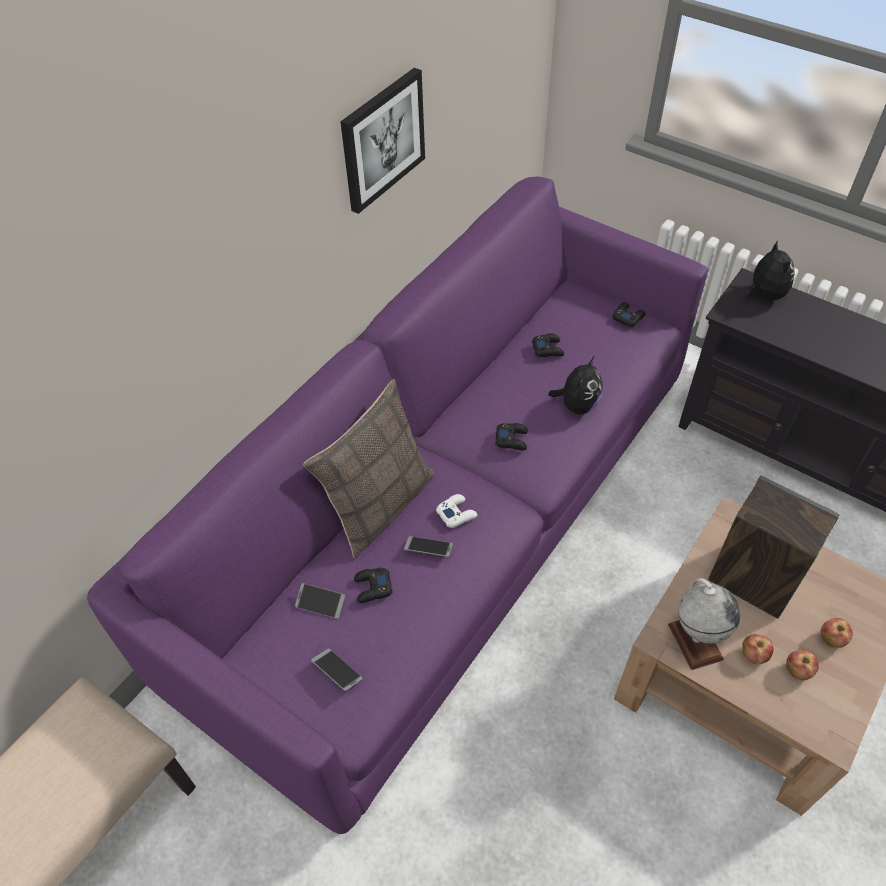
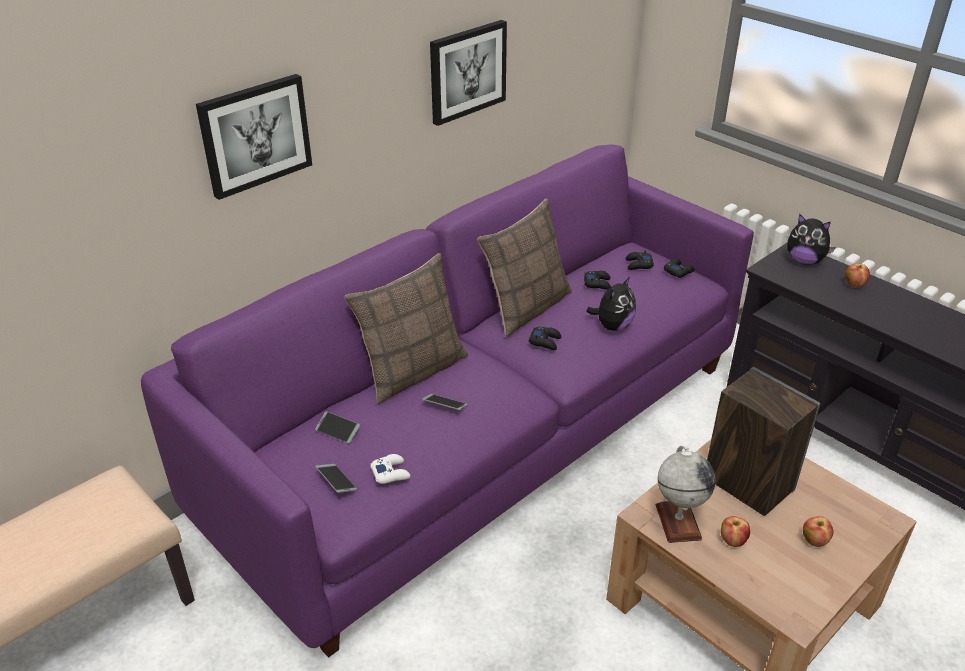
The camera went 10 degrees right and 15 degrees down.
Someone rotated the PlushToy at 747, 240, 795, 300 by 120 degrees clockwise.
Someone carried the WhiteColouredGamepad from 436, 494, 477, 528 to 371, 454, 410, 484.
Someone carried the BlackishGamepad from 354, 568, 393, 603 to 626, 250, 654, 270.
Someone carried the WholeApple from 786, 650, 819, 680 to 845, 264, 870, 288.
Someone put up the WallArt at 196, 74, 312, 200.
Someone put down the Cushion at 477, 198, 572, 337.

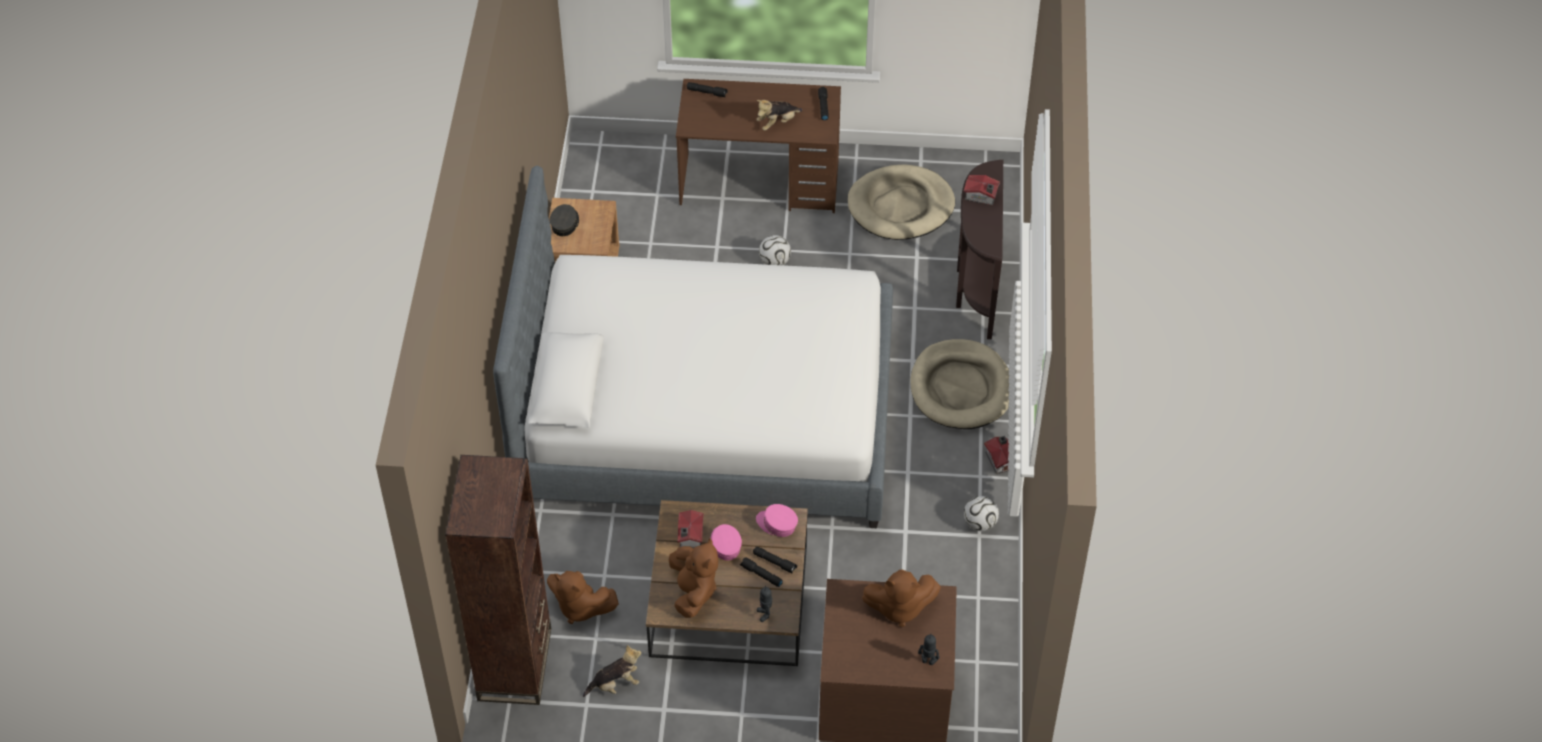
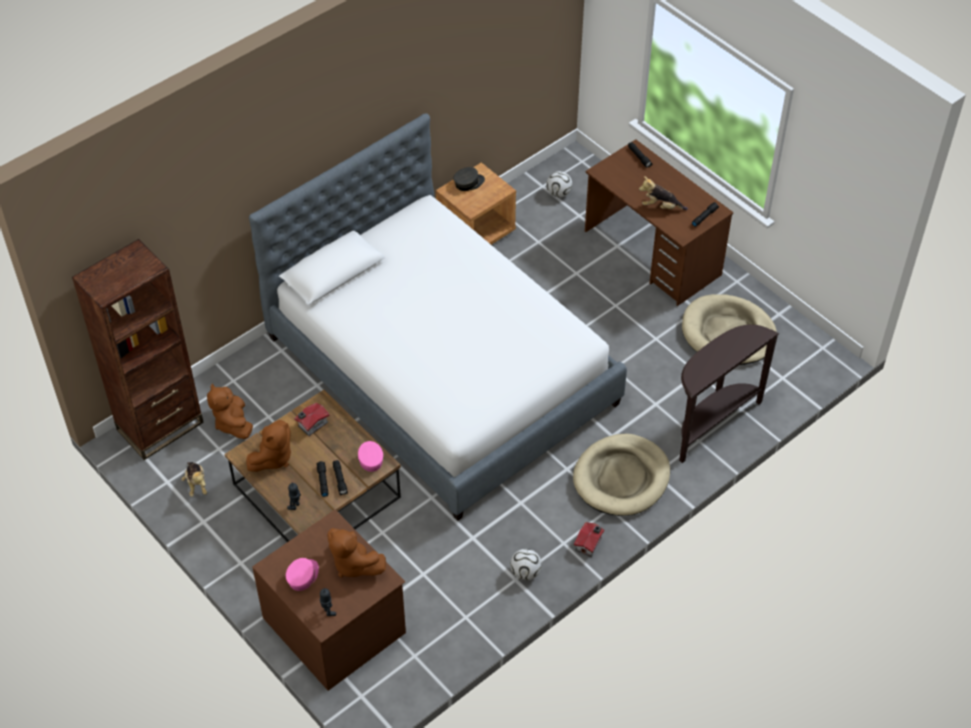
The camera went 45 degrees right and 0 degrees up.
Someone took away the ToyHouse at 964, 175, 1000, 206.
Someone carried the BallForFootball from 759, 235, 791, 265 to 546, 171, 572, 197.
Someone carried the PinkPeakedCap from 711, 524, 742, 561 to 286, 558, 319, 591.
Someone rotated the PlushToy at 583, 645, 642, 697 by 45 degrees clockwise.

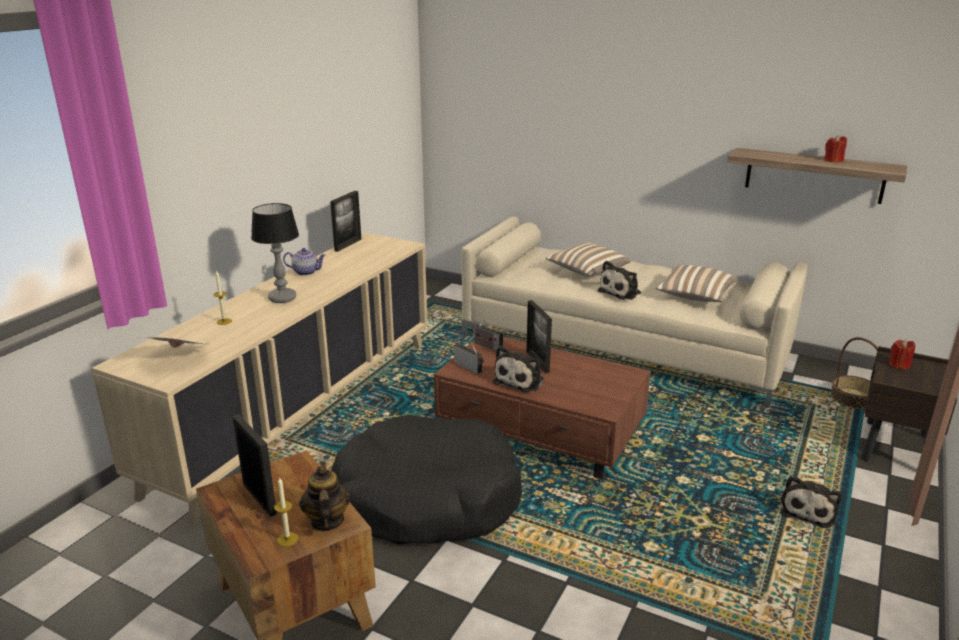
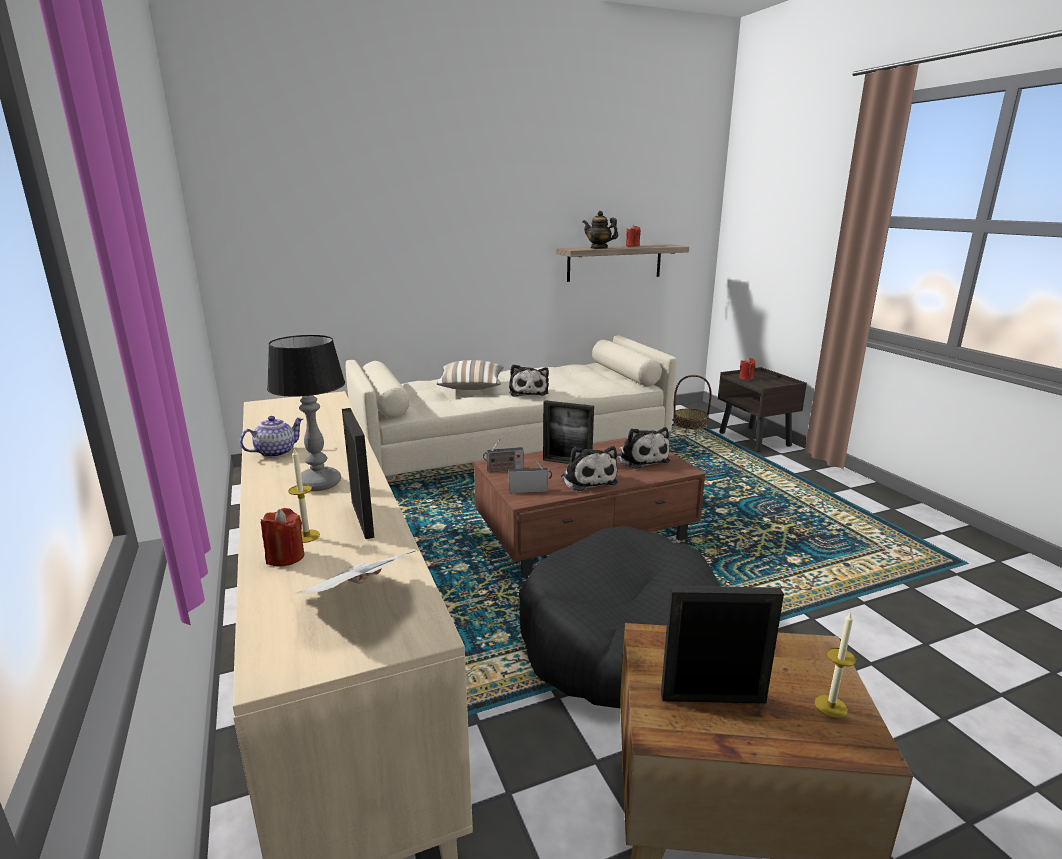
The camera went 50 degrees left and 5 degrees down.
Someone carried the PictureFrame from 330, 191, 361, 252 to 342, 408, 374, 539.
Someone took away the Cushion at 656, 265, 738, 302.
Someone carried the PotForTea from 299, 461, 351, 531 to 583, 211, 618, 249.
Someone carried the PlushToy from 780, 475, 842, 528 to 617, 427, 670, 469.
Someone put down the RedCandle at 261, 508, 304, 566.

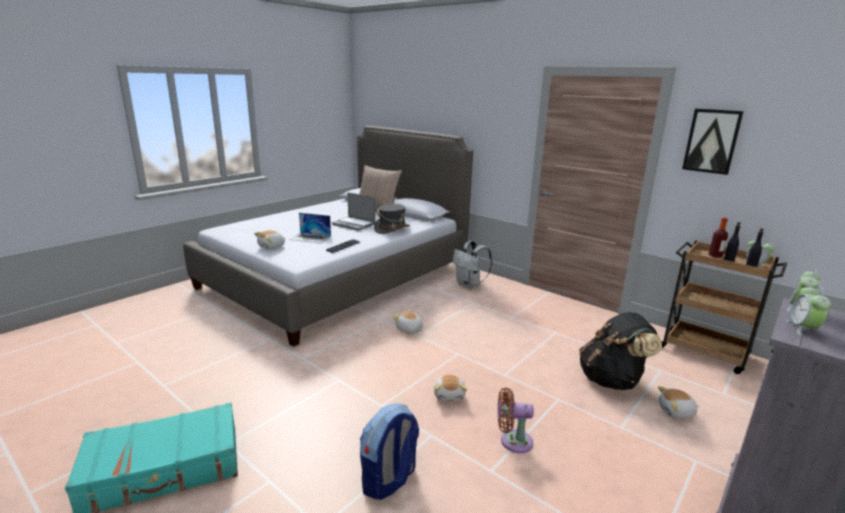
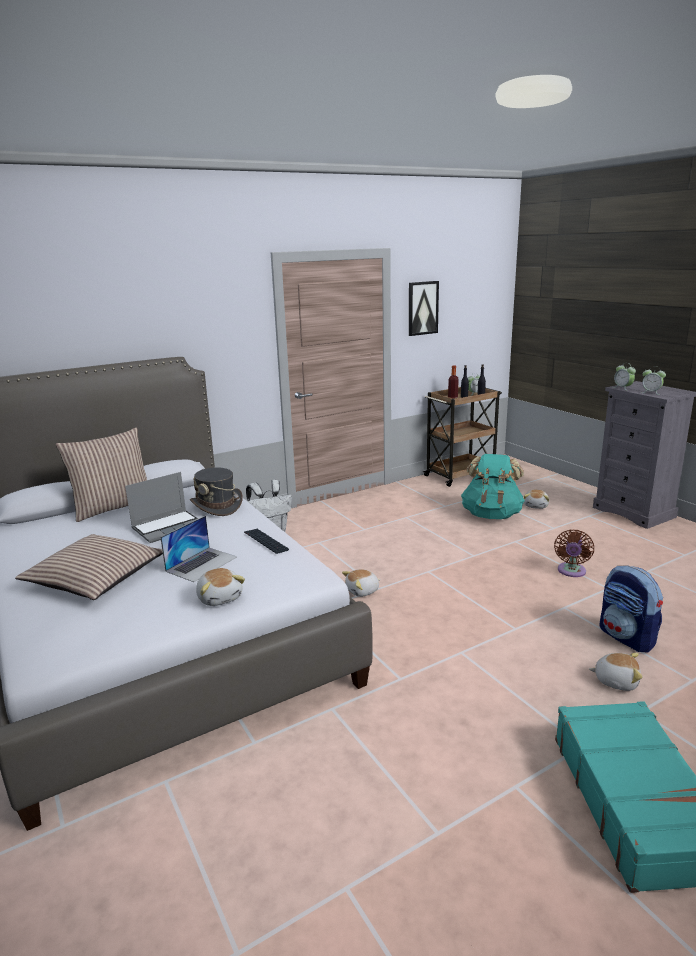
The camera went 70 degrees left and 0 degrees up.
Someone repainted the BlackishKnapsack at 579, 312, 662, 390, which became the TurquoiseColouredKnapsack at 461, 454, 525, 519.
Someone carried the PlushToy from 434, 374, 467, 402 to 589, 653, 643, 691.
Someone put down the Cushion at 15, 534, 163, 600.

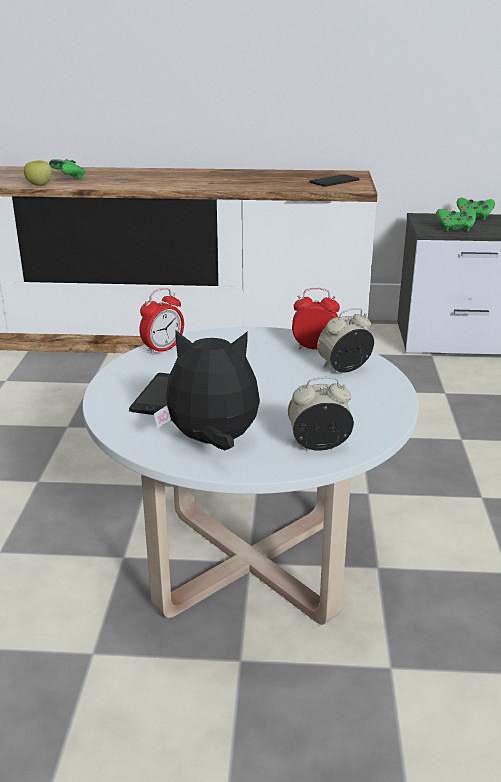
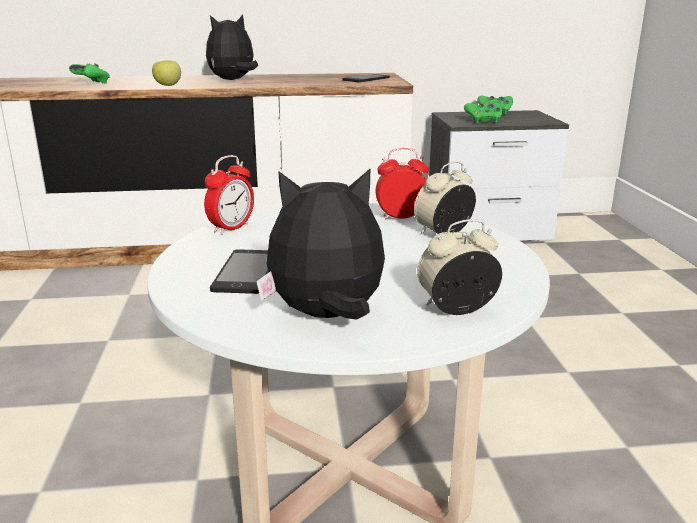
The camera went 10 degrees left and 5 degrees down.
Someone carried the WholeApple from 24, 160, 52, 186 to 152, 60, 181, 86.
Someone put down the PlushToy at 206, 15, 258, 80.

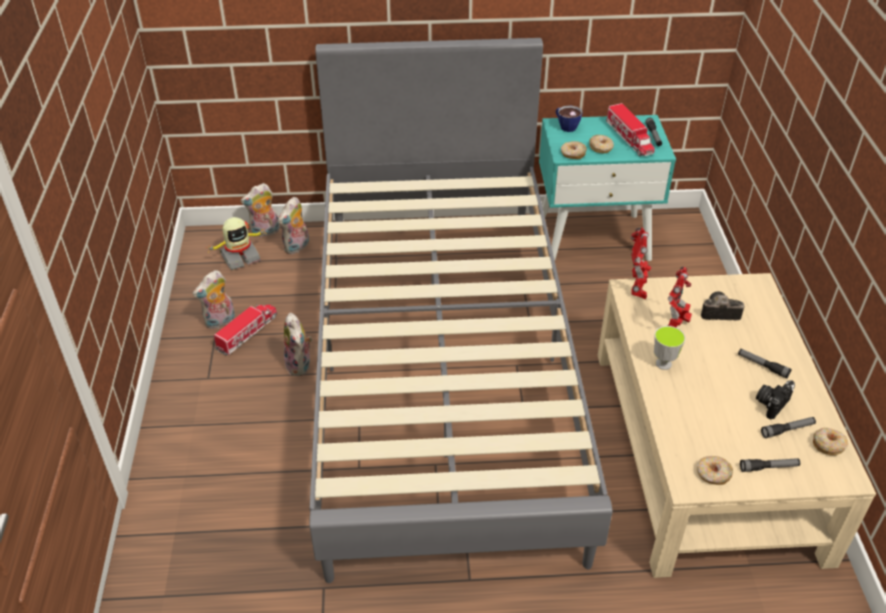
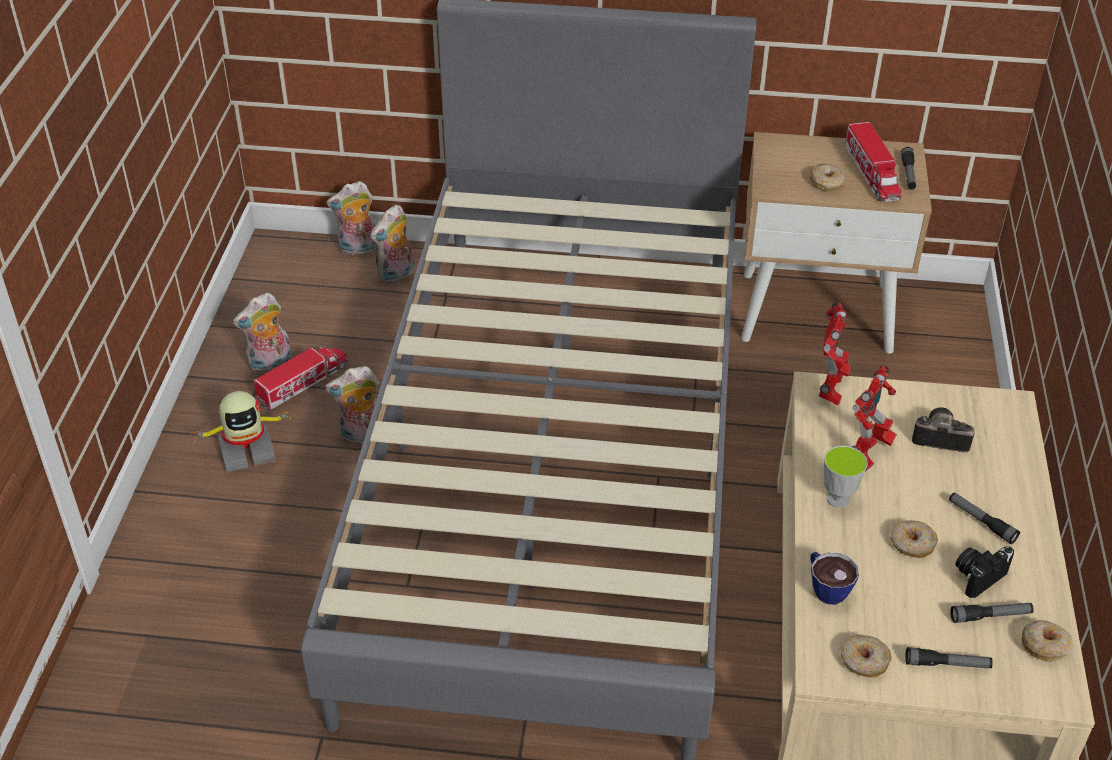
The camera went 10 degrees right and 0 degrees up.
Someone carried the SmallCup from 556, 105, 583, 132 to 810, 552, 859, 604.
Someone repainted the TurquoiseColouredNightTable at 539, 115, 676, 261, which became the SandColouredNightTable at 741, 132, 932, 354.
Someone carried the RingDoughnut from 561, 141, 587, 159 to 891, 520, 938, 558.
Someone carried the RobotFigure from 206, 217, 266, 270 to 195, 391, 291, 472.
Someone rotated the PlushToy at 284, 313, 312, 376 by 90 degrees clockwise.

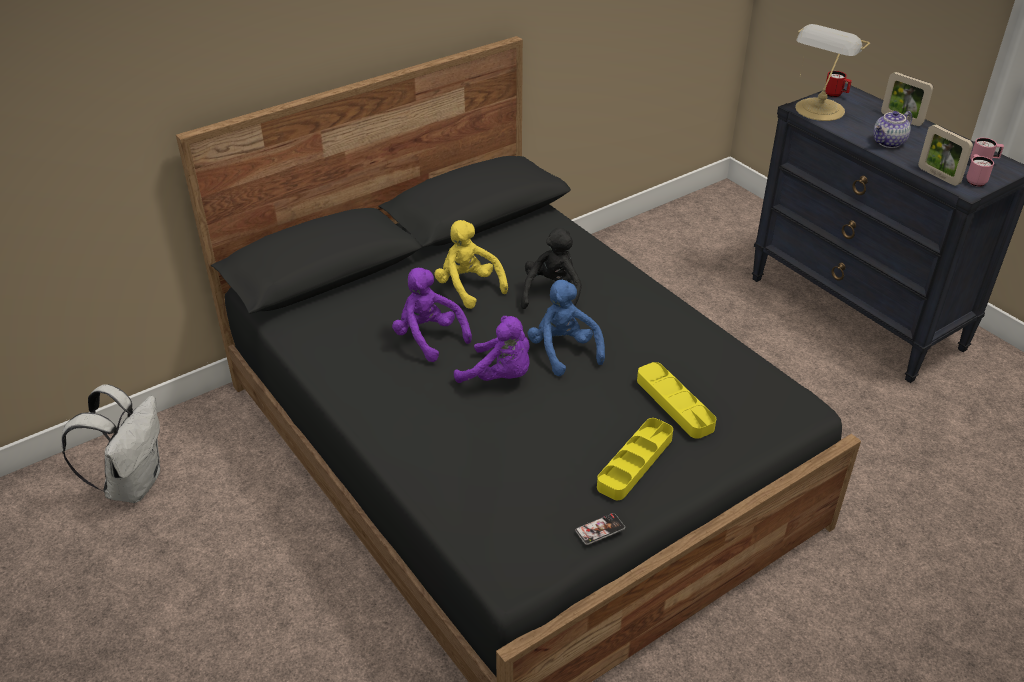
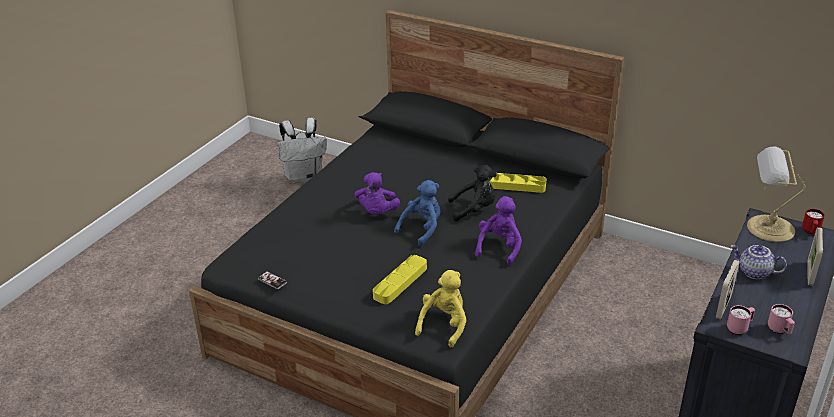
The camera went 65 degrees right and 5 degrees down.
Someone carried the YellowishPlushToy from 434, 220, 508, 309 to 415, 270, 467, 347.
Someone carried the PurpleColouredPlushToy from 392, 268, 472, 362 to 475, 196, 522, 265.
Someone carried the YellowishTray from 597, 418, 673, 500 to 490, 173, 546, 193.

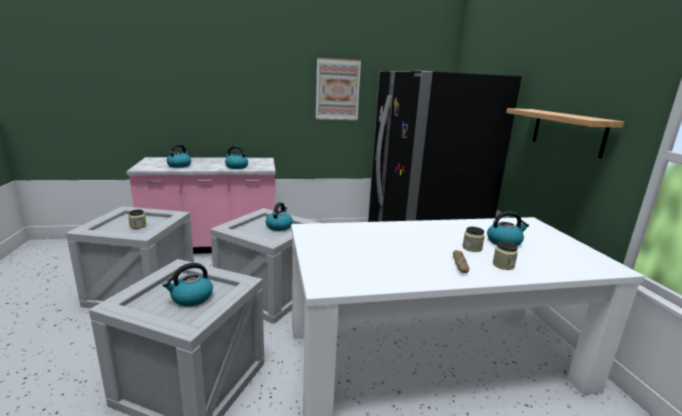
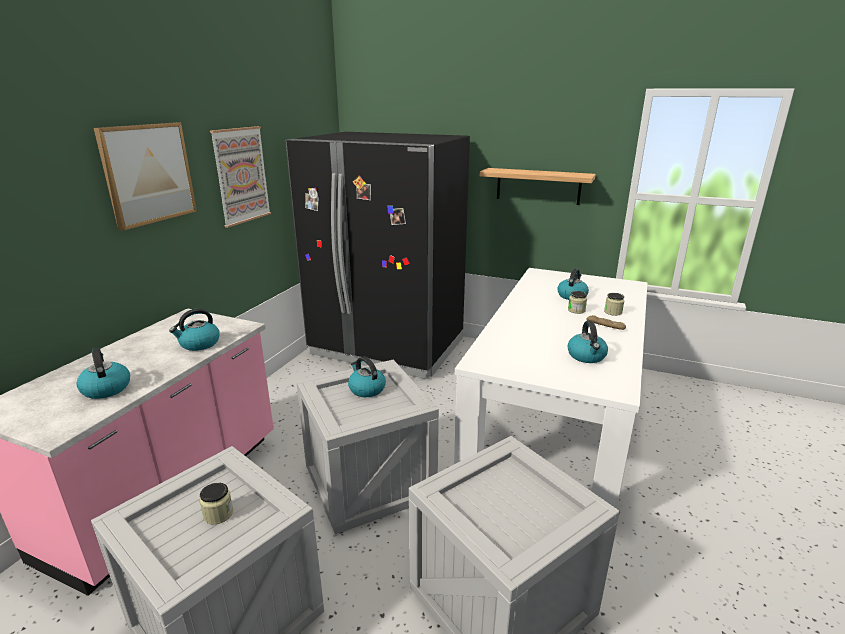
The camera went 55 degrees left and 5 degrees up.
Someone carried the WaterKettle from 163, 263, 213, 307 to 567, 321, 608, 363.
Someone put up the WallArt at 94, 122, 197, 231.

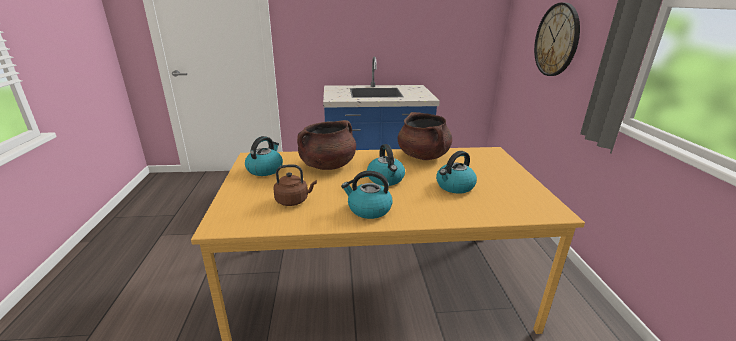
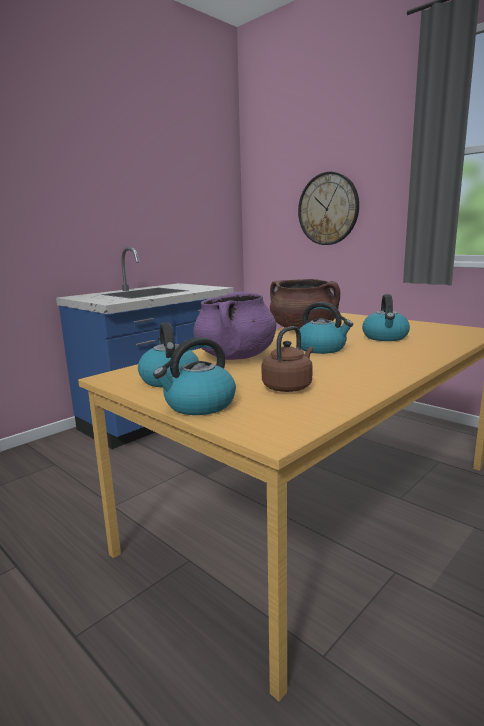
The camera went 40 degrees left and 10 degrees down.
Someone repainted the BrownishSaucepot at 297, 120, 356, 170, which became the PurpleColouredSaucepot at 193, 291, 276, 360.
Someone carried the WaterKettle from 341, 171, 393, 219 to 153, 337, 236, 415.

